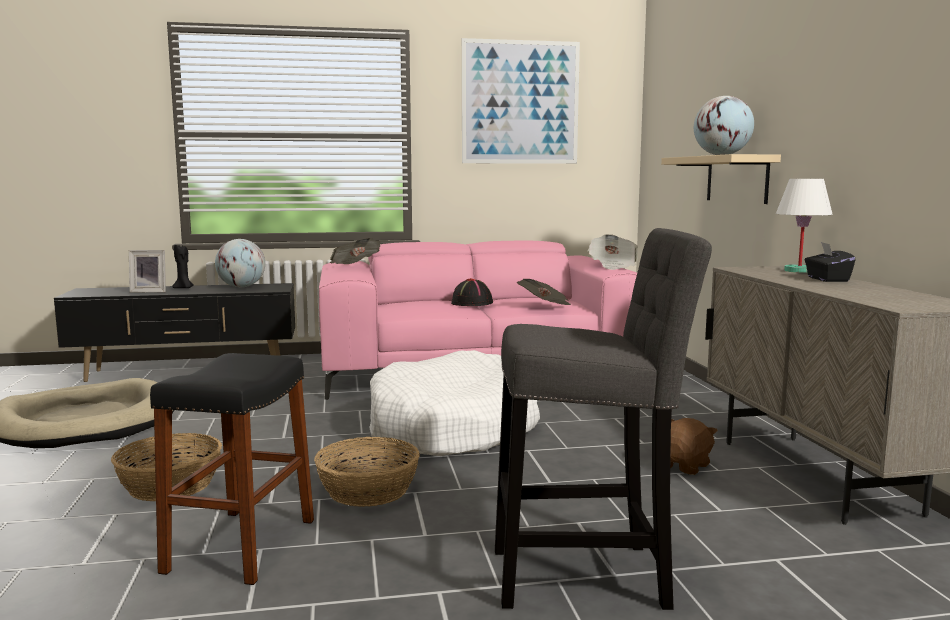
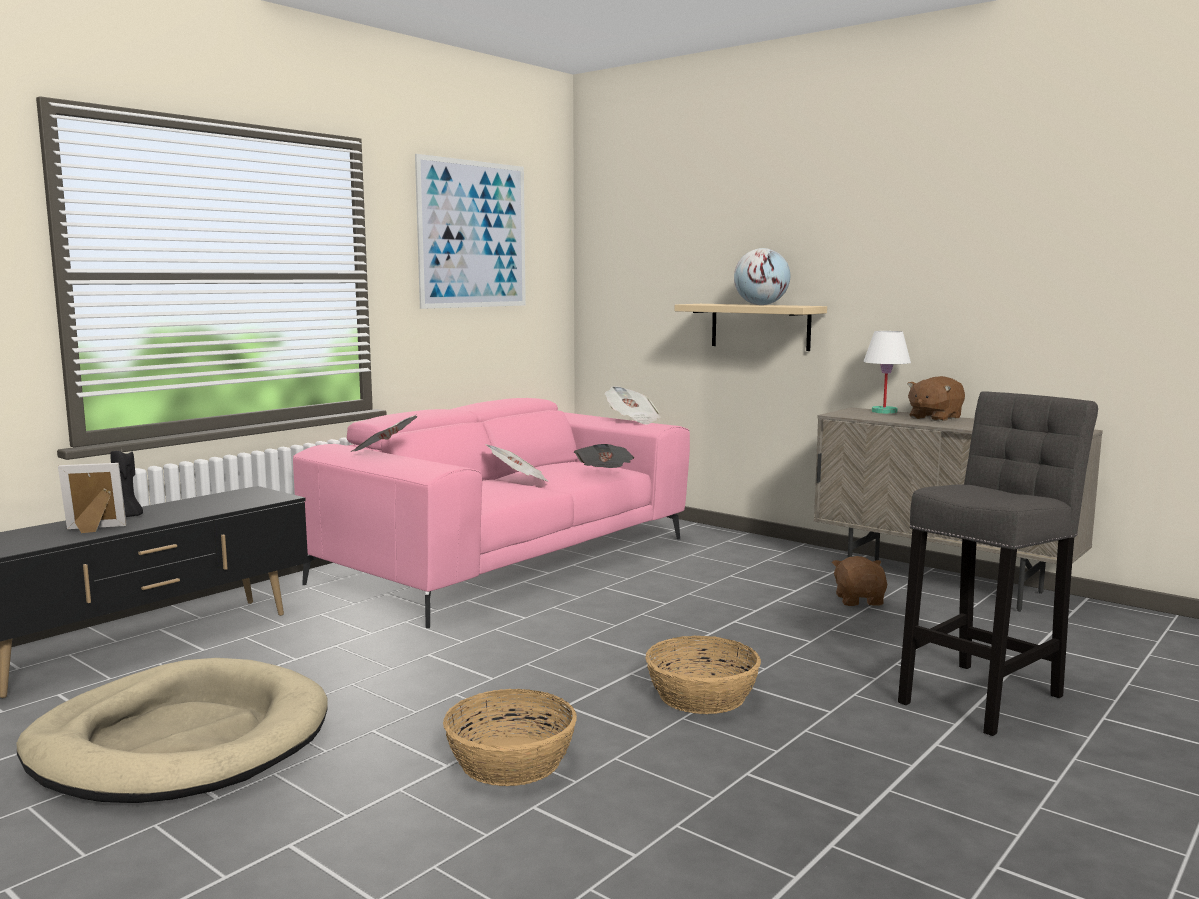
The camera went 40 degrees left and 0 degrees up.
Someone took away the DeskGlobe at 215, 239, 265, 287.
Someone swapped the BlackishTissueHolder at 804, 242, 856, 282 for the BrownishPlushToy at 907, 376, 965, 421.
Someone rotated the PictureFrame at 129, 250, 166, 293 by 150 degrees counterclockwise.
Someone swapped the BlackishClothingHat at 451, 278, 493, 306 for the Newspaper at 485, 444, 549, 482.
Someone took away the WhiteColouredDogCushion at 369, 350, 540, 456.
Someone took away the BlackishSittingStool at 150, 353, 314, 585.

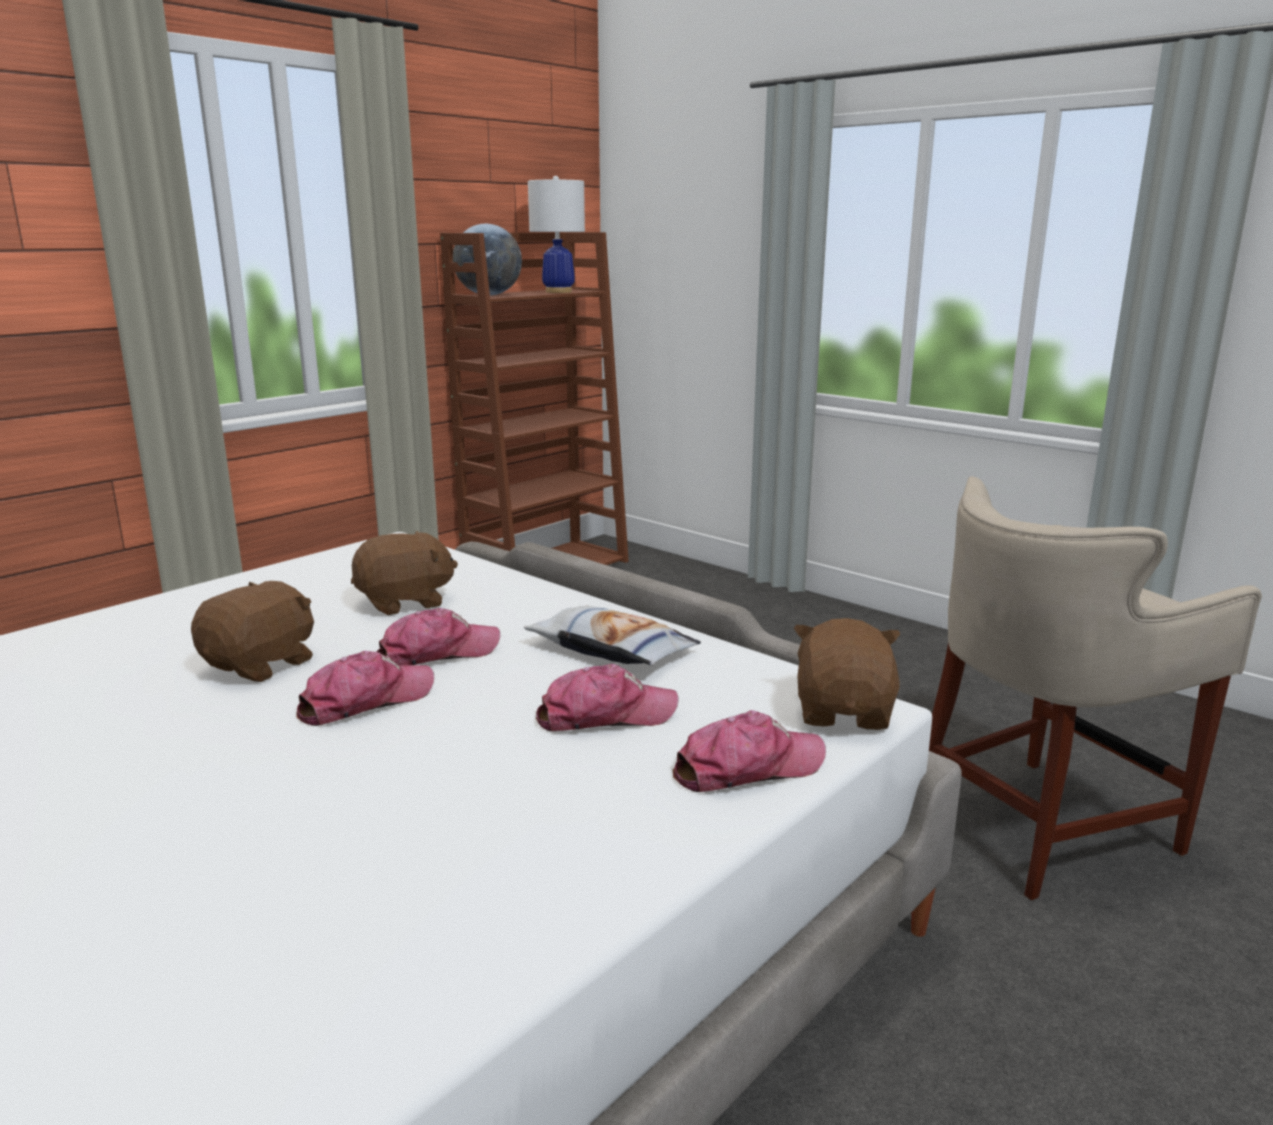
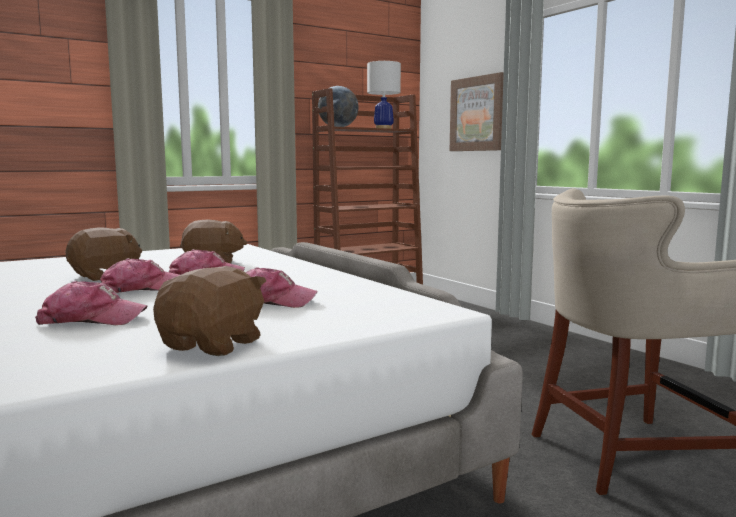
The camera went 15 degrees right and 10 degrees down.
Someone took away the Cushion at 524, 606, 701, 665.
Someone carried the BrownishPlushToy from 794, 618, 900, 730 to 153, 266, 266, 356.
Someone carried the PeakedCap from 673, 710, 826, 792 to 35, 281, 147, 325.
Someone put up the WallArt at 450, 72, 504, 151.

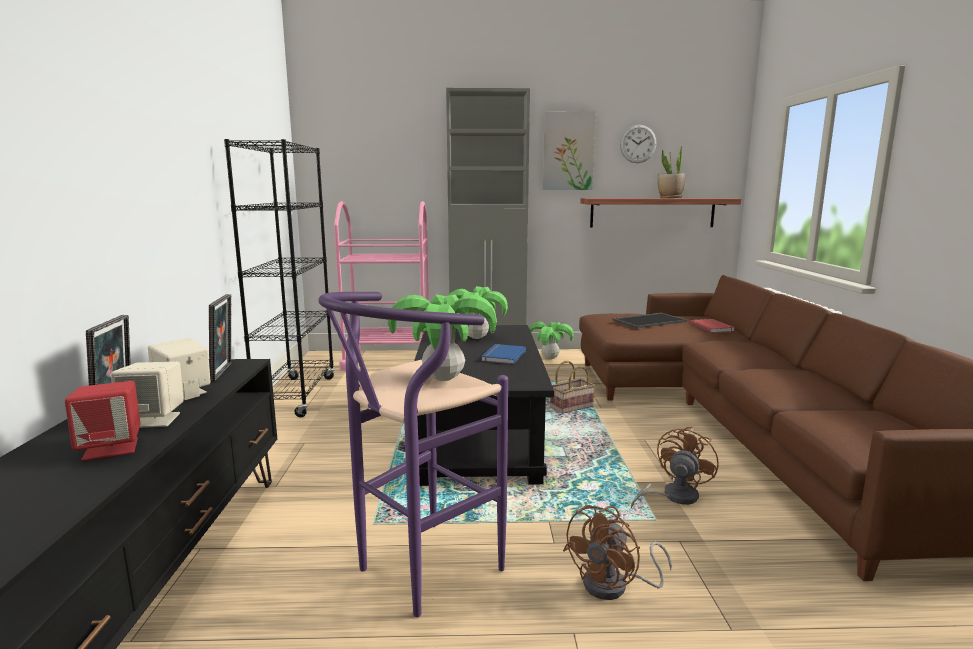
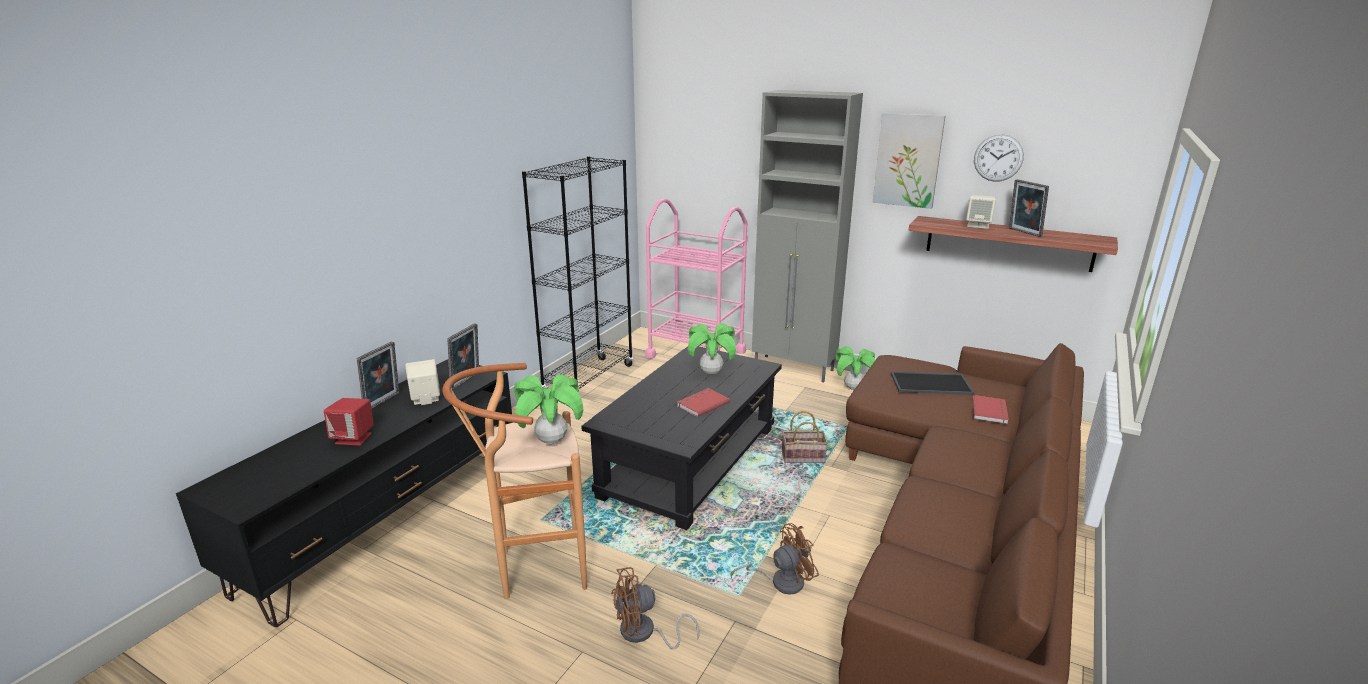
The camera went 30 degrees right and 10 degrees up.
Someone swapped the Houseplant at 658, 147, 685, 198 for the PictureFrame at 1009, 179, 1049, 237.
Someone repainted the PurpleColouredSittingStool at 318, 292, 508, 617, which became the BrownishSittingStool at 442, 363, 587, 599.
Someone repainted the BluishVolume at 481, 344, 526, 364, which became the RedVolume at 677, 388, 730, 417.
Someone carried the SandColouredAudioSpeaker from 111, 361, 184, 428 to 966, 195, 996, 229.

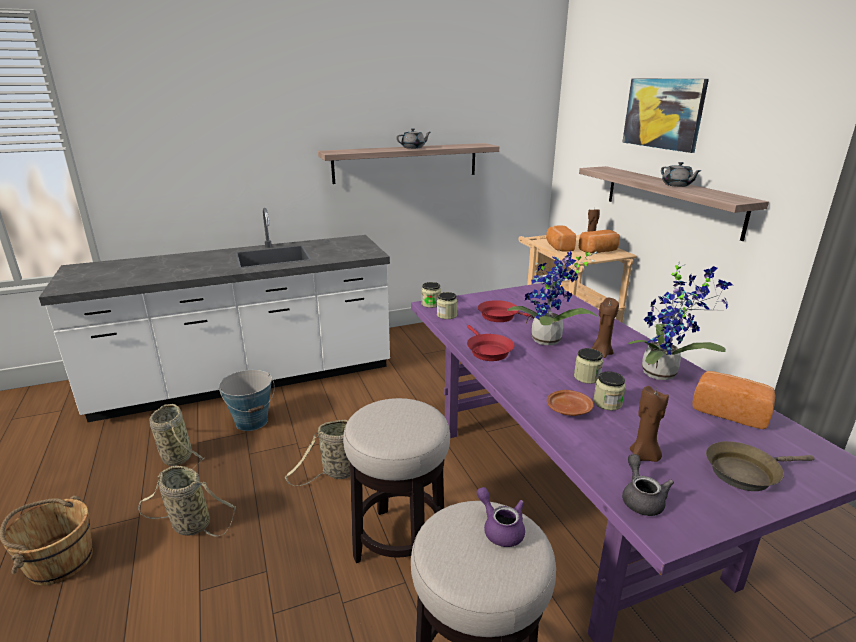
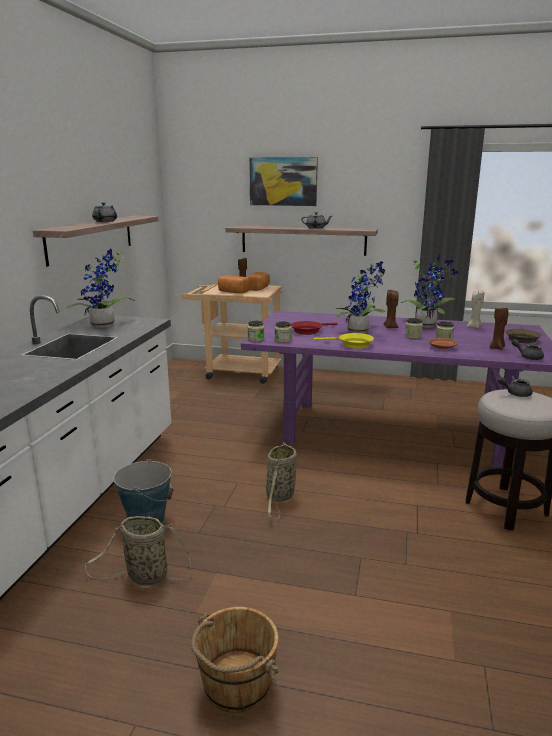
The camera went 55 degrees left and 5 degrees down.
Someone repainted the RedFryingPan at 467, 325, 514, 361, which became the YellowishFryingPan at 314, 333, 374, 349.
Someone swapped the Bread at 693, 371, 775, 429 for the SandColouredCandle at 467, 290, 484, 329.
Someone took away the SittingStool at 343, 398, 450, 563.
Someone took away the HouseholdBasket at 138, 466, 236, 537.
Someone repainted the PurpleColouredPotForTea at 477, 487, 525, 547, which became the GrayPotForTea at 498, 376, 533, 397.
Someone put down the Houseplant at 67, 249, 135, 328.

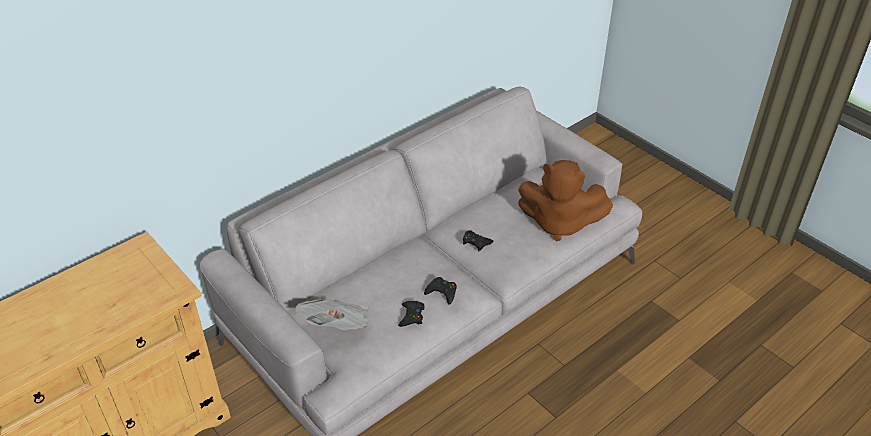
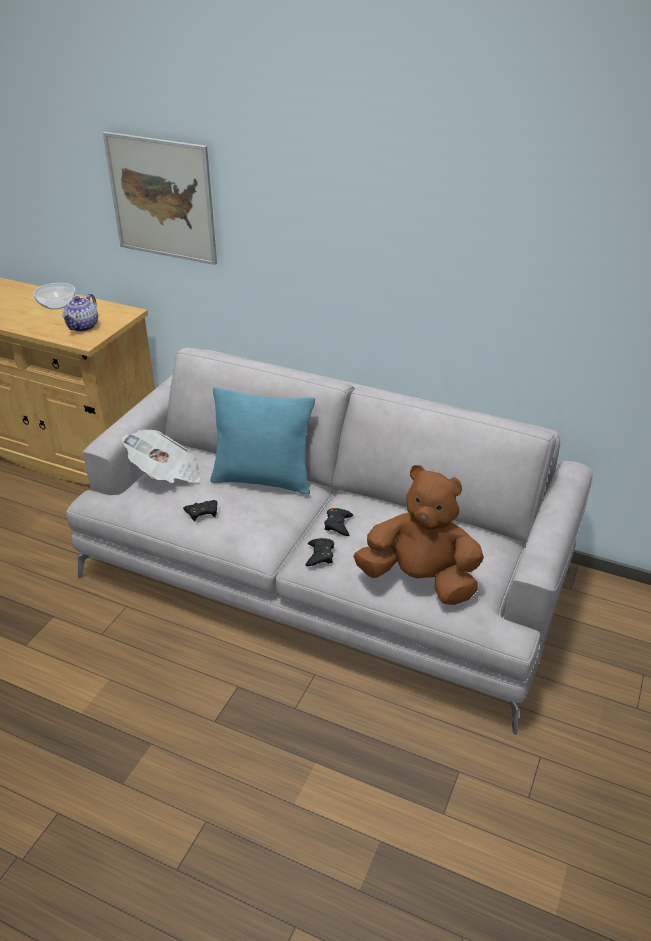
The camera went 65 degrees right and 5 degrees down.
Someone rotated the BrownishPlushToy at 518, 160, 613, 241 by 120 degrees clockwise.
Someone carried the BlackishGamepad from 424, 277, 457, 305 to 305, 538, 334, 566.
Someone put up the WallArt at 103, 132, 217, 265.
Someone put down the DeepDish at 33, 283, 76, 310.
Someone put down the PotForTea at 62, 293, 98, 332.
Someone put down the TurquoiseColouredCushion at 210, 387, 315, 494.

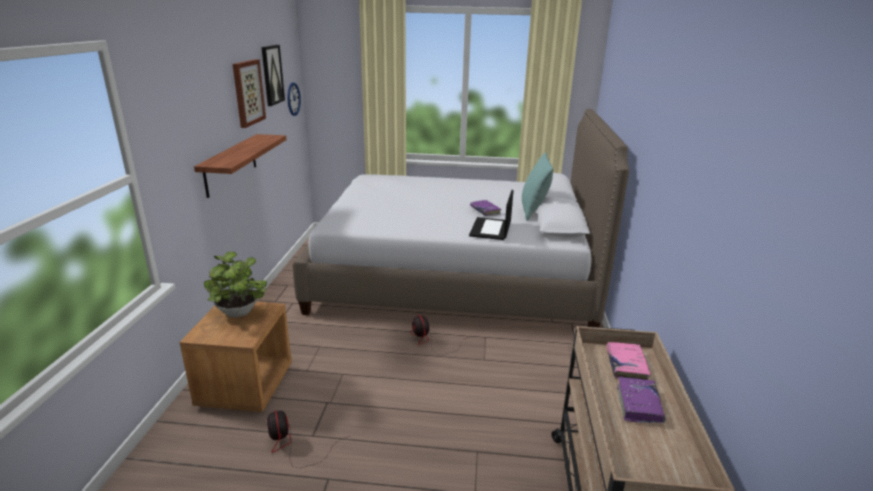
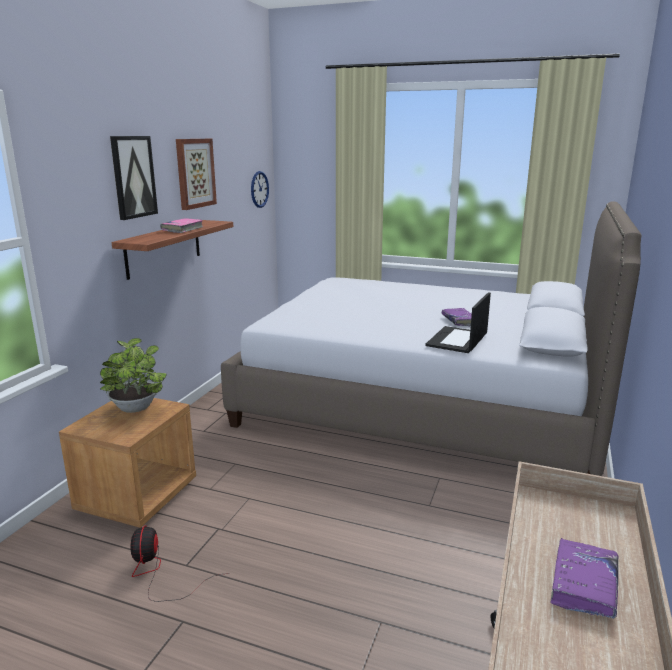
The camera went 15 degrees right and 5 degrees down.
Someone carried the WallArt from 261, 45, 285, 106 to 110, 136, 158, 220.
Someone took away the TurquoiseColouredCushion at 522, 152, 553, 221.
Someone took away the CoolingFan at 410, 315, 472, 355.
Someone carried the PinkVolume from 607, 342, 651, 380 to 160, 218, 203, 233.

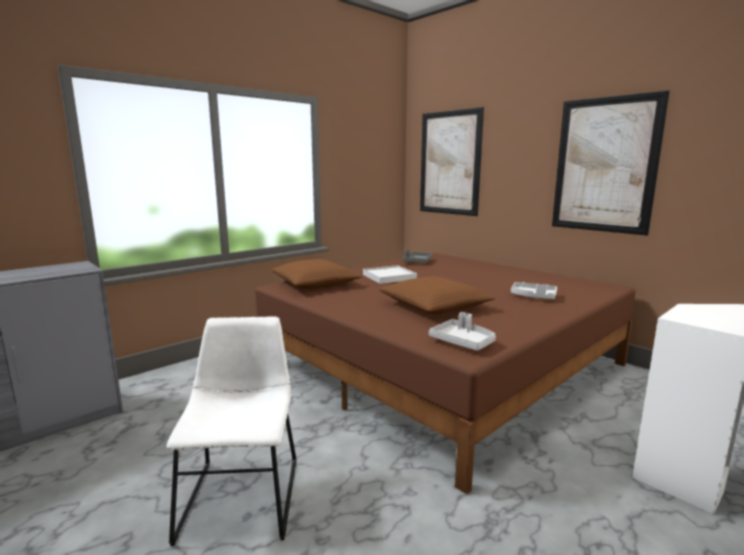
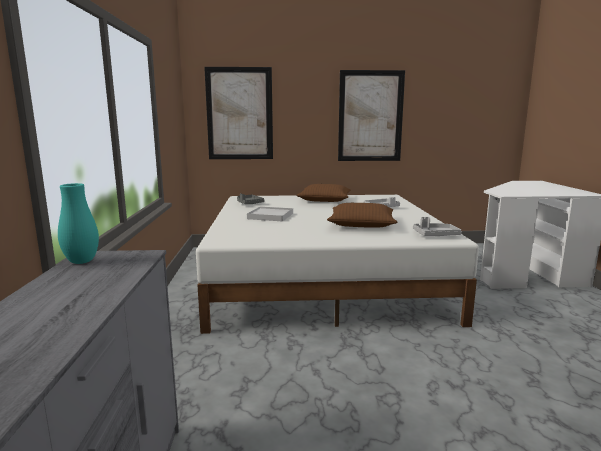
The camera went 50 degrees left and 0 degrees up.
Someone repainted the BrownishSleepingBed at 255, 253, 635, 494, which became the WhiteColouredSleepingBed at 196, 195, 479, 334.
Someone carried the BrownishCushion from 271, 259, 362, 289 to 296, 184, 351, 202.
Someone took away the WhiteColouredUprightChair at 167, 317, 296, 546.
Someone put down the TurquoiseColouredVase at 58, 183, 99, 264.

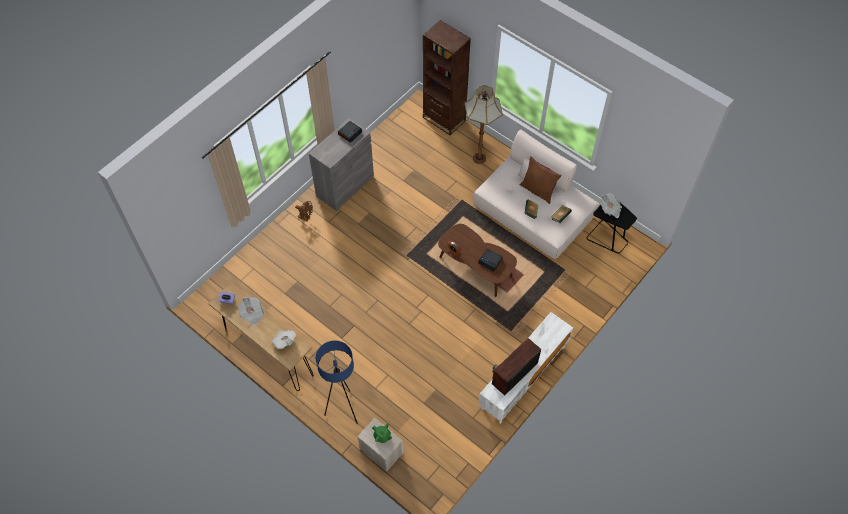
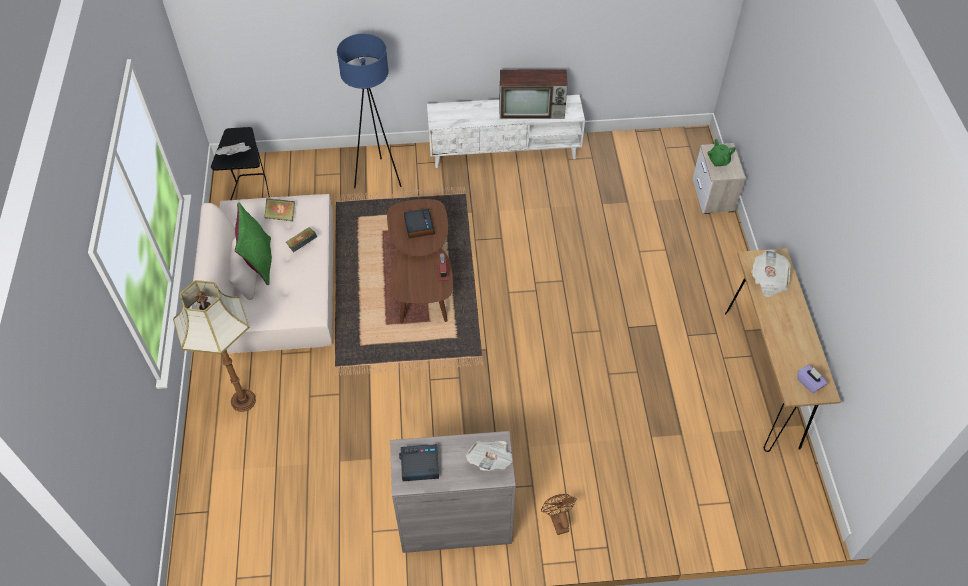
The camera went 135 degrees left and 5 degrees down.
Someone took away the BrownishBookcase at 423, 20, 471, 136.
Someone repainted the BrownishCushion at 520, 156, 562, 204, which became the GreenishCushion at 235, 202, 272, 285.
Someone carried the Newspaper from 238, 297, 265, 326 to 466, 441, 513, 471.
Someone carried the BluishStandardLamp from 316, 341, 358, 424 to 337, 34, 402, 188.

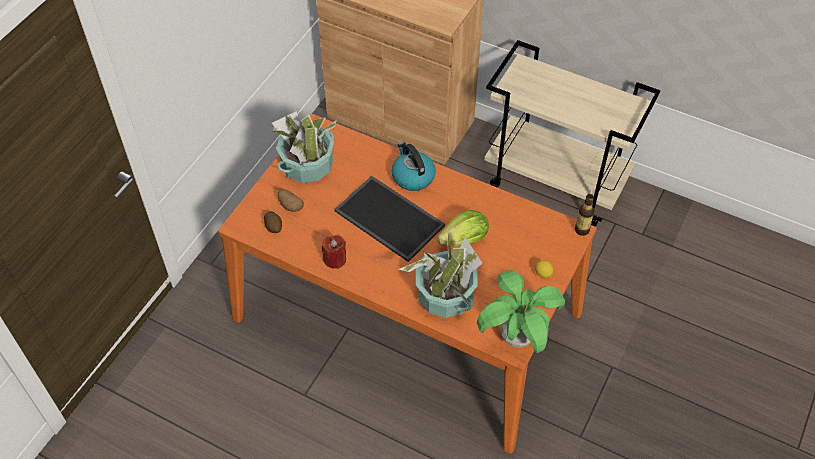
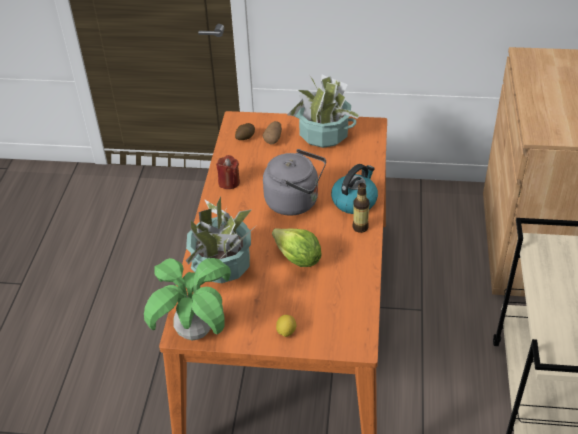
The camera went 70 degrees right and 10 degrees down.
Someone swapped the Tray at 334, 176, 445, 262 for the GrayWaterKettle at 263, 149, 326, 216.
Someone carried the DrinkBottle from 575, 194, 595, 236 to 352, 183, 369, 233.

